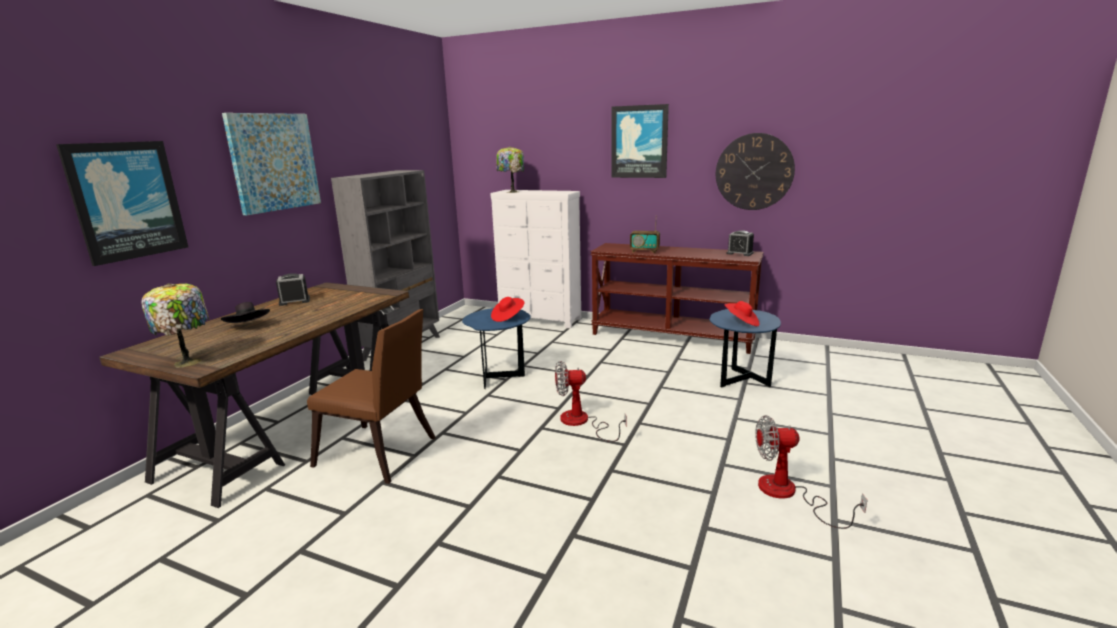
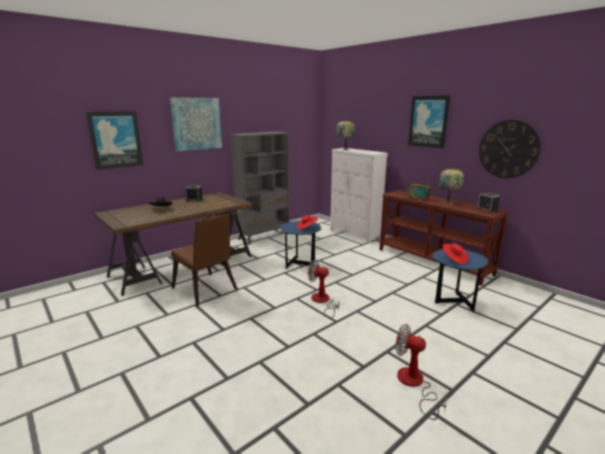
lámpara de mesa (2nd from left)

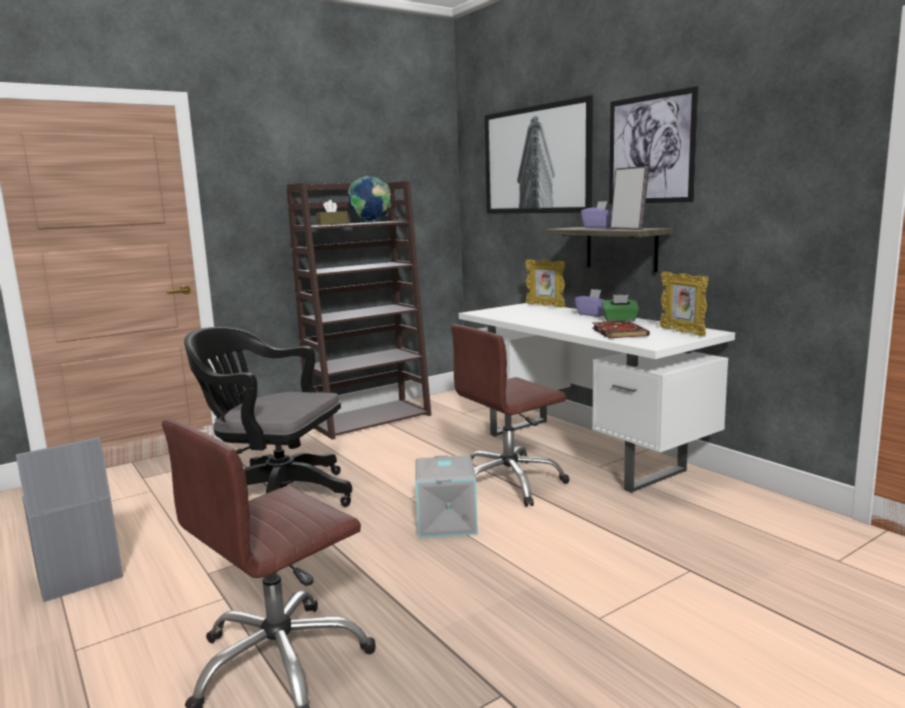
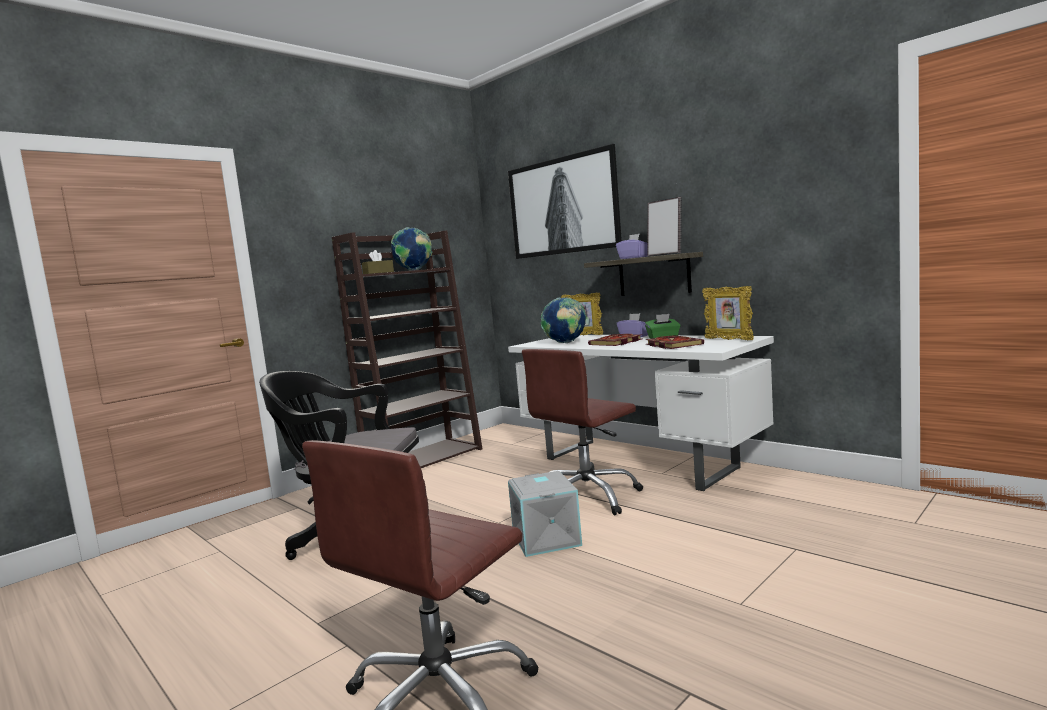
cuadro (2nd from left in the first image)
caja de almacenaje/gris (1st from left in the first image)
globo terráqueo (2nd from left)
libro (1st from left)

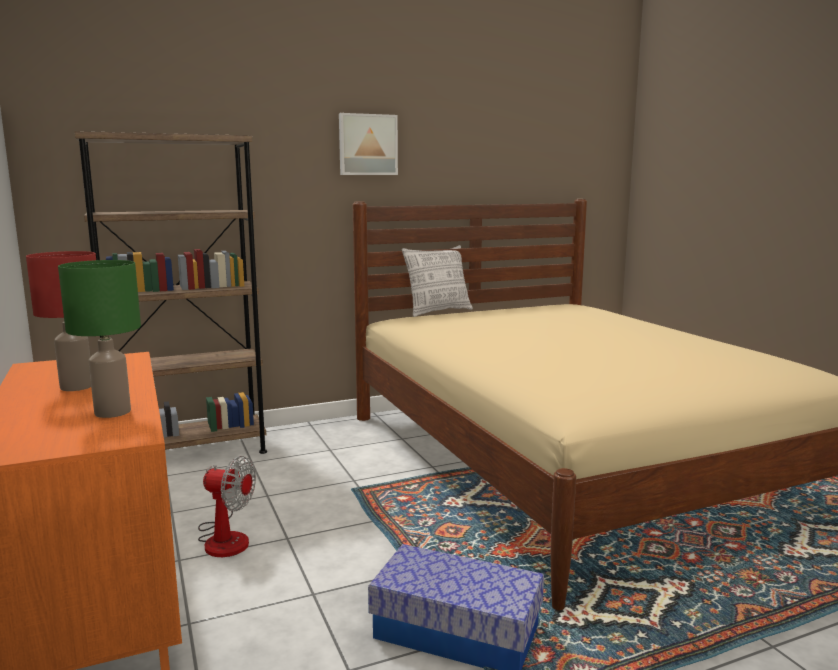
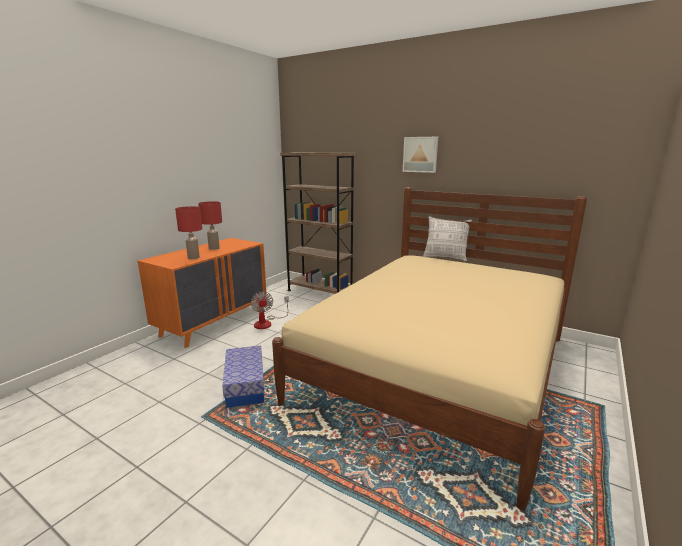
lámpara de mesa/rojo (1st from left)

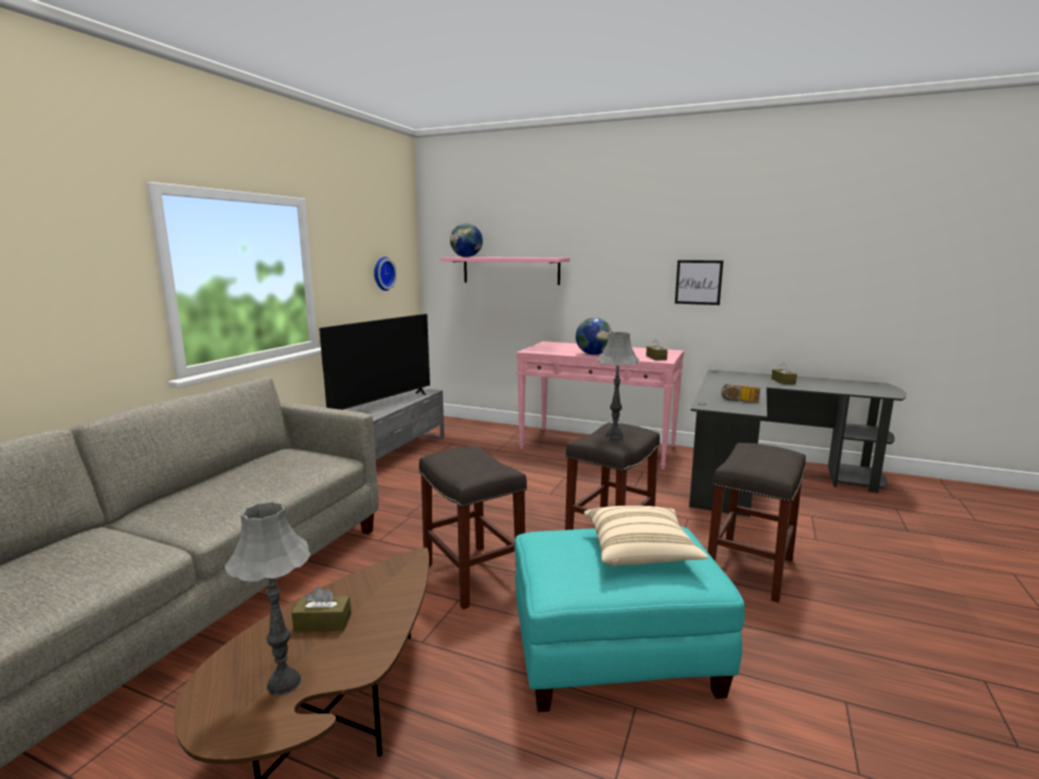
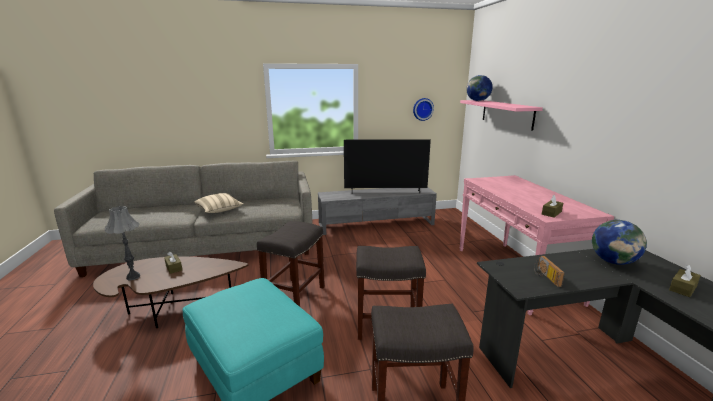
cuadro
globo terráqueo (2nd from left)
lámpara de mesa/gris (2nd from left in the first image)
cojín/beis

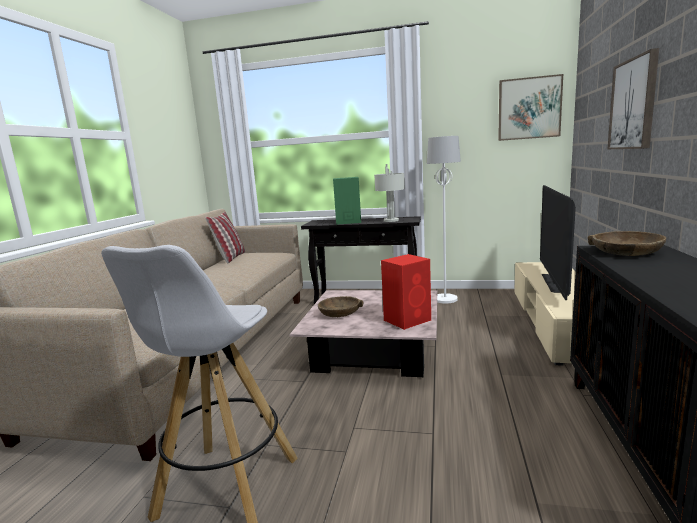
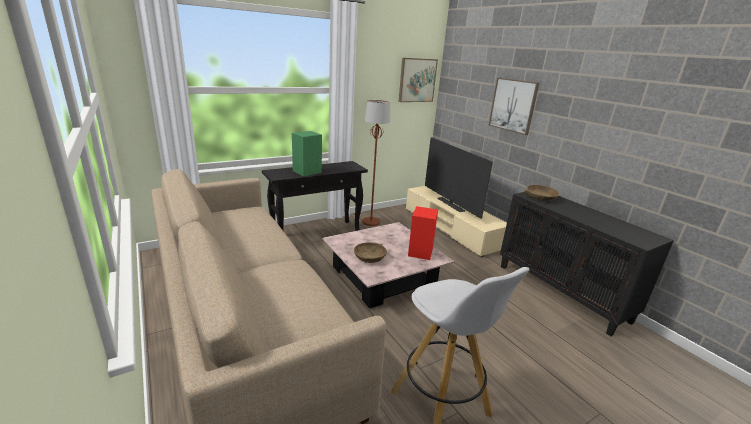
lámpara de pie/marrón
lámpara de mesa/gris
cojín

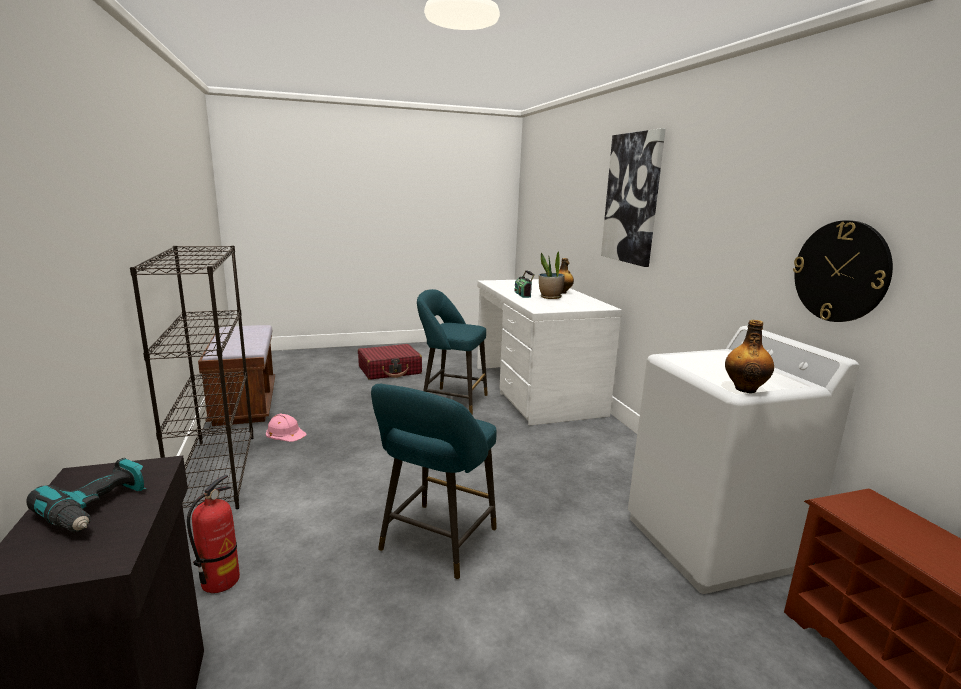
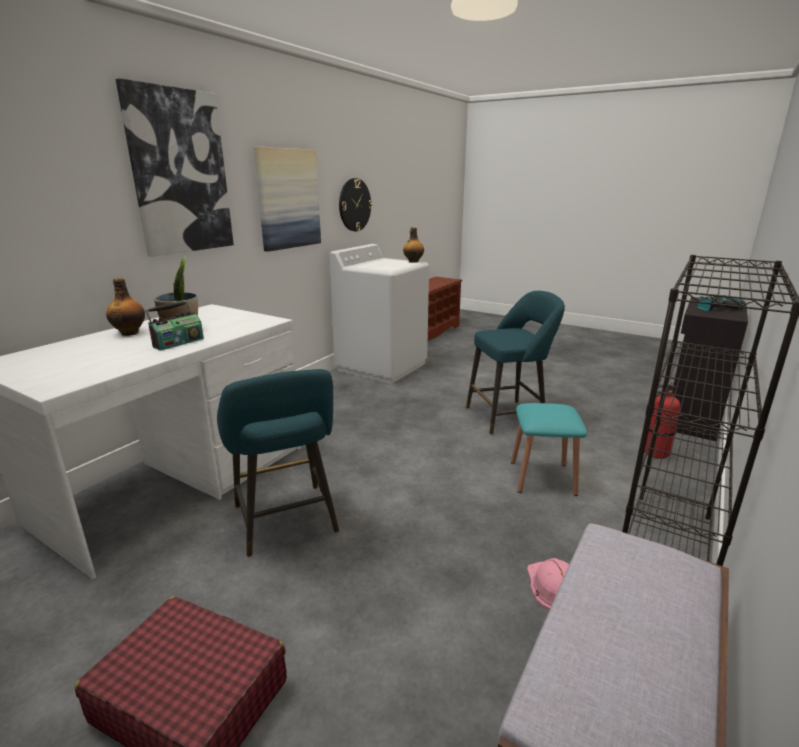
cuadro (2nd from left)
taburete/turquesa (3rd from left)

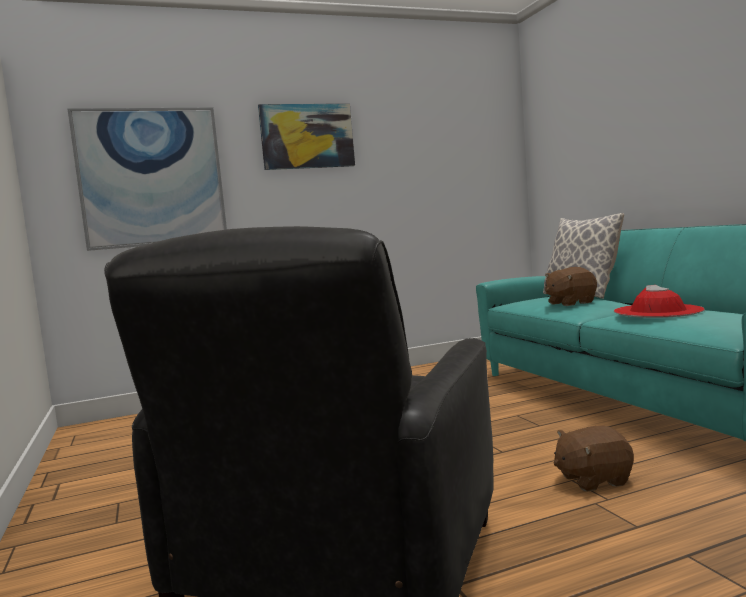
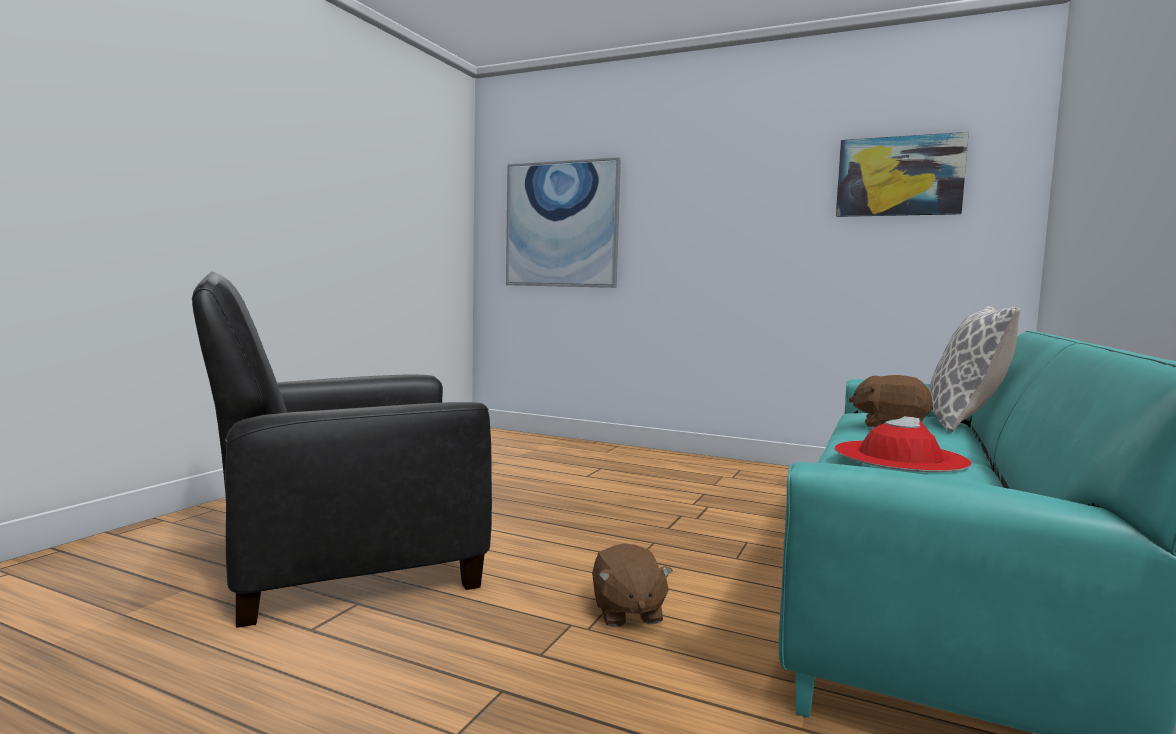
cuadro (2nd from left)
peluche/marrón (1st from left)

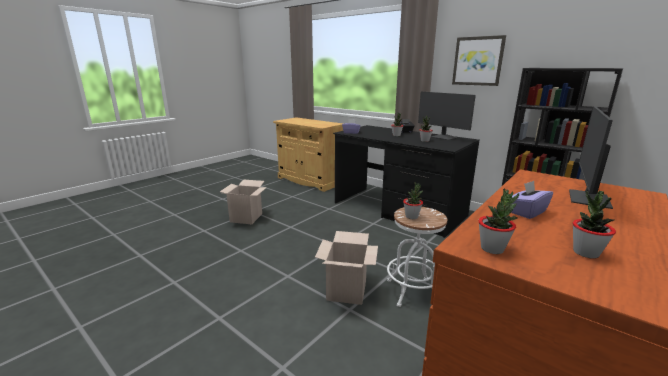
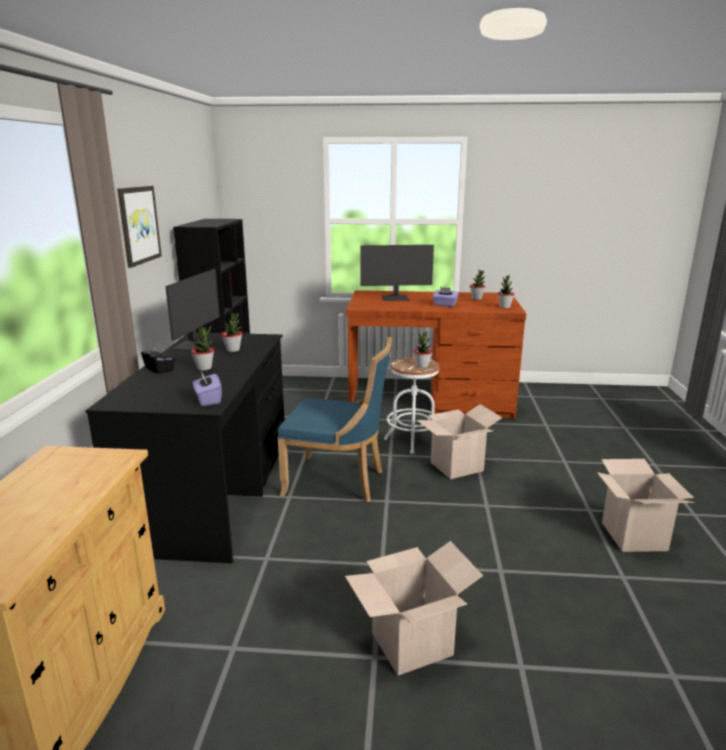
silla/azul
caja de cartón (3rd from left)

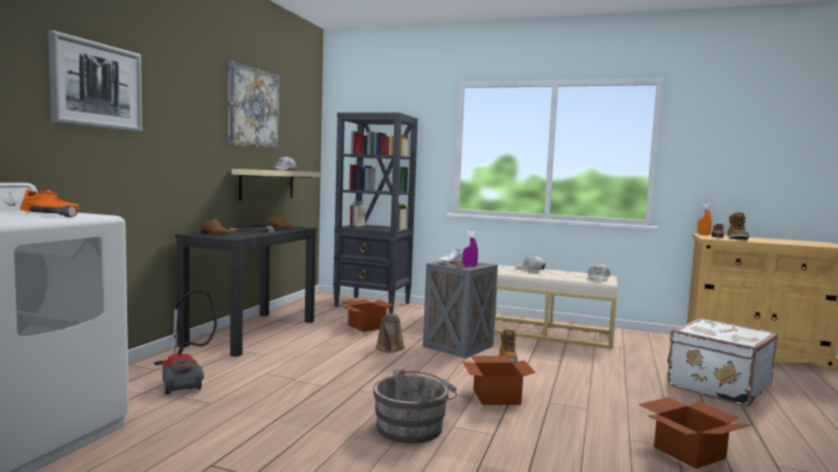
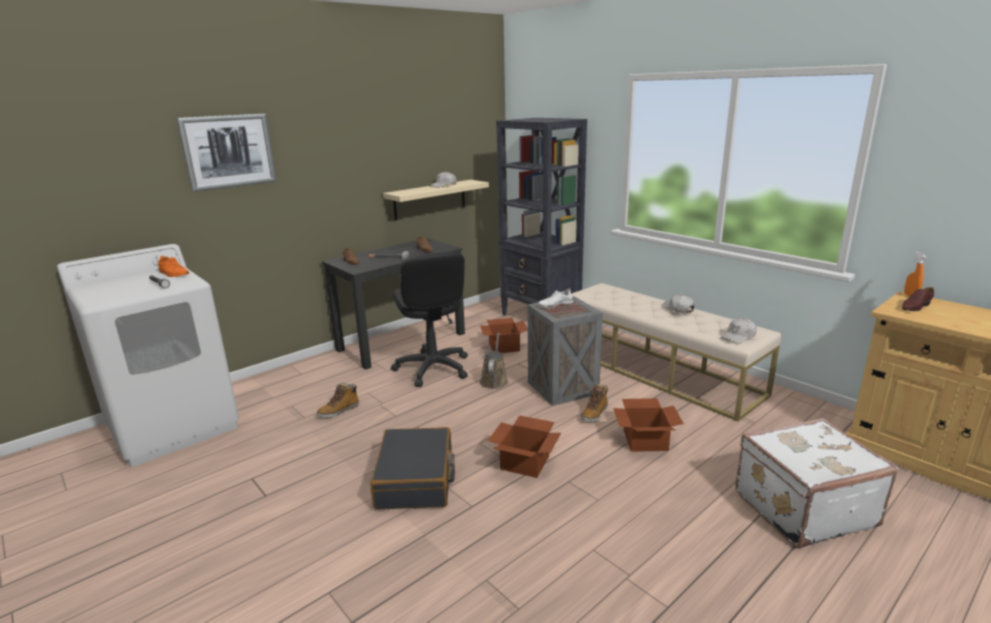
cuadro (2nd from left in the first image)
bota (1st from left)
pulverizador/morado
aspiradora
regadera/marrón
maleta/negro
caja de cartón (3rd from left)
silla de oficina/negro

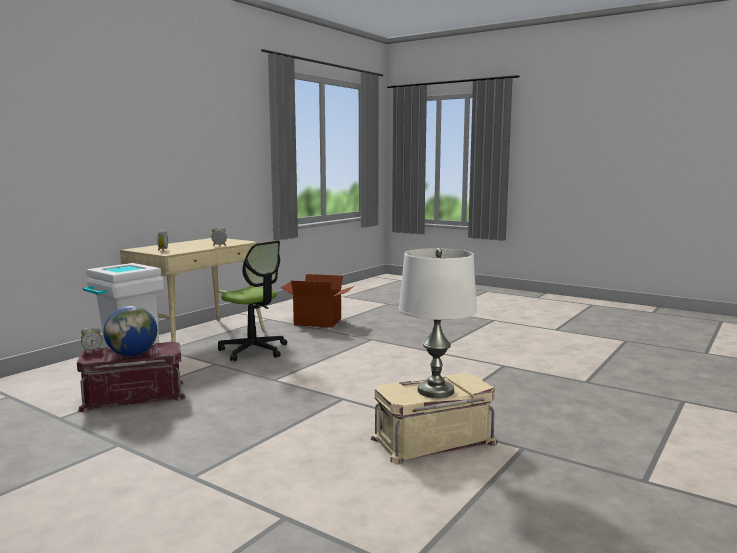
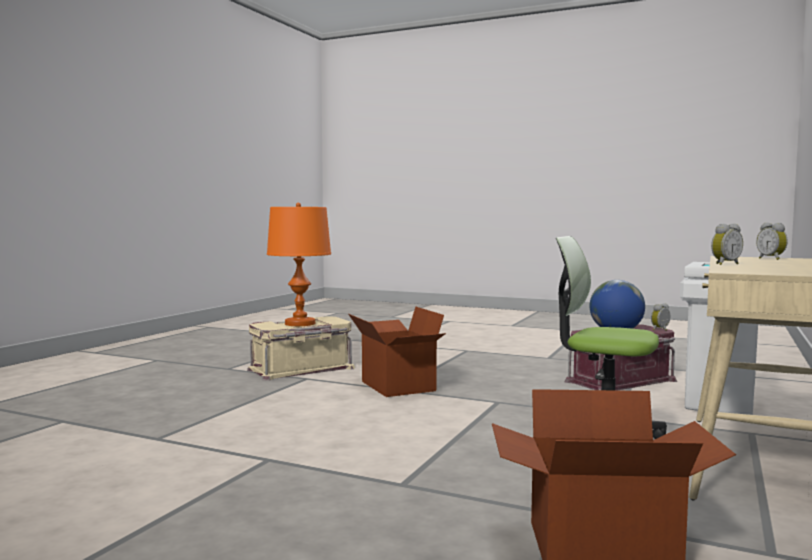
lámpara de mesa/naranja
caja de cartón (1st from left)

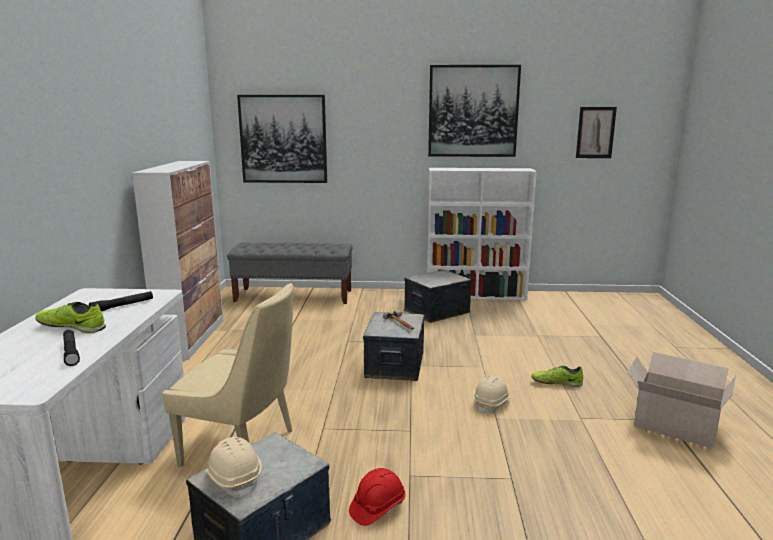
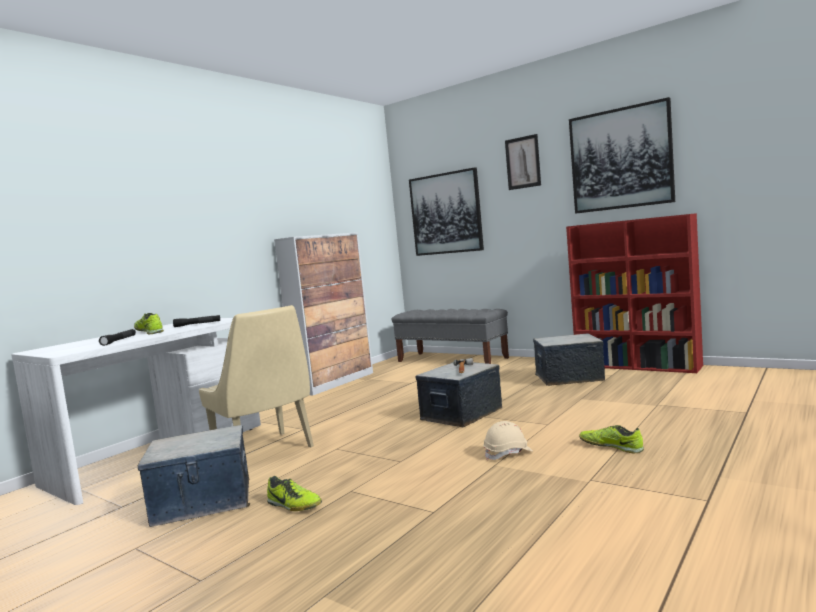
cuadro (2nd from left)
estantería/rojo
caja de cartón
casco/beis (1st from left in the first image)
zapato (2nd from left)

